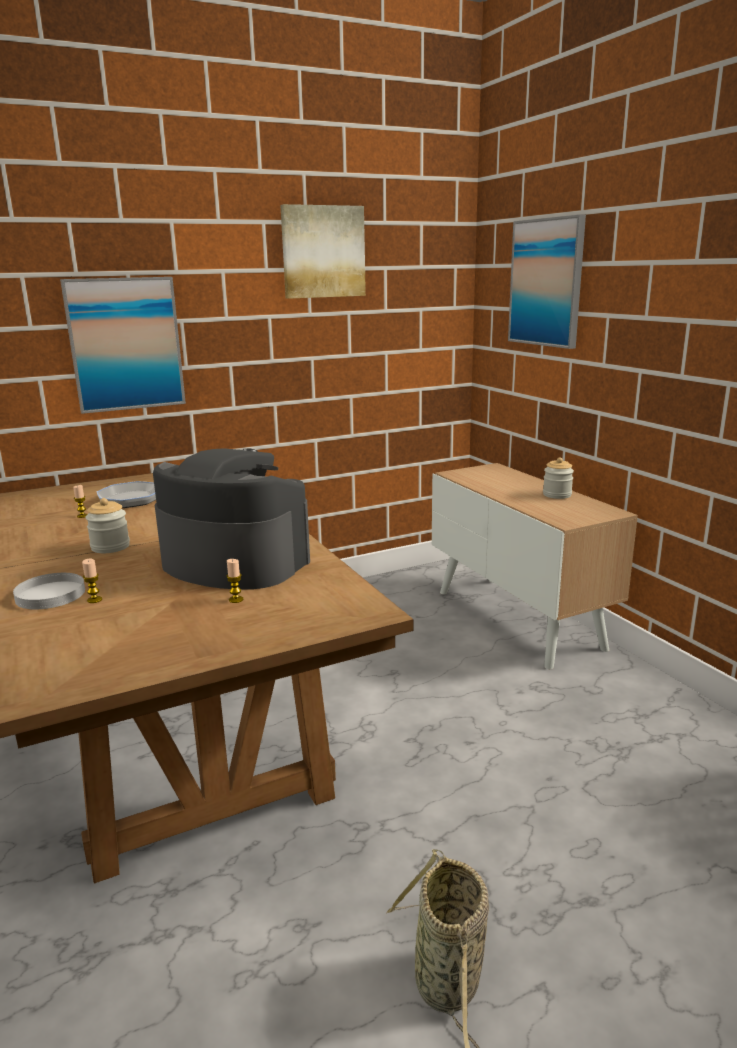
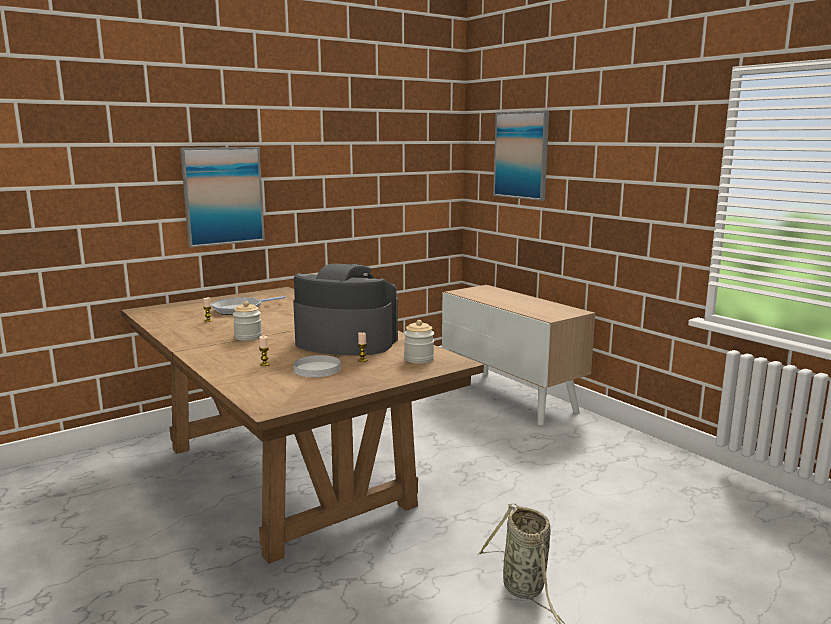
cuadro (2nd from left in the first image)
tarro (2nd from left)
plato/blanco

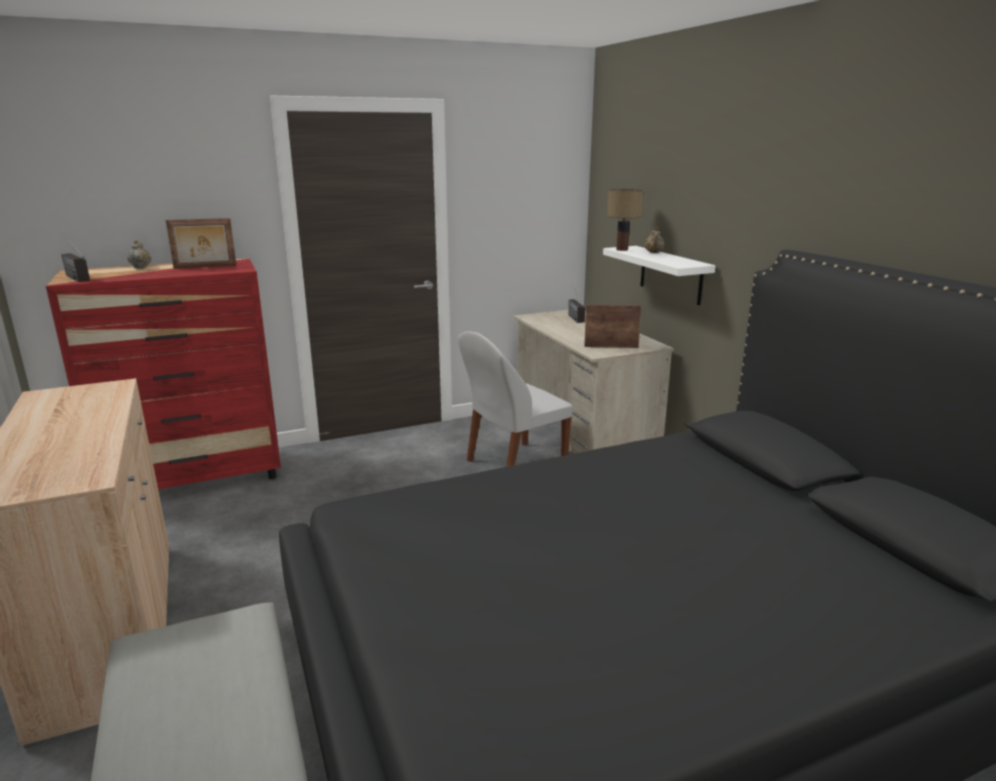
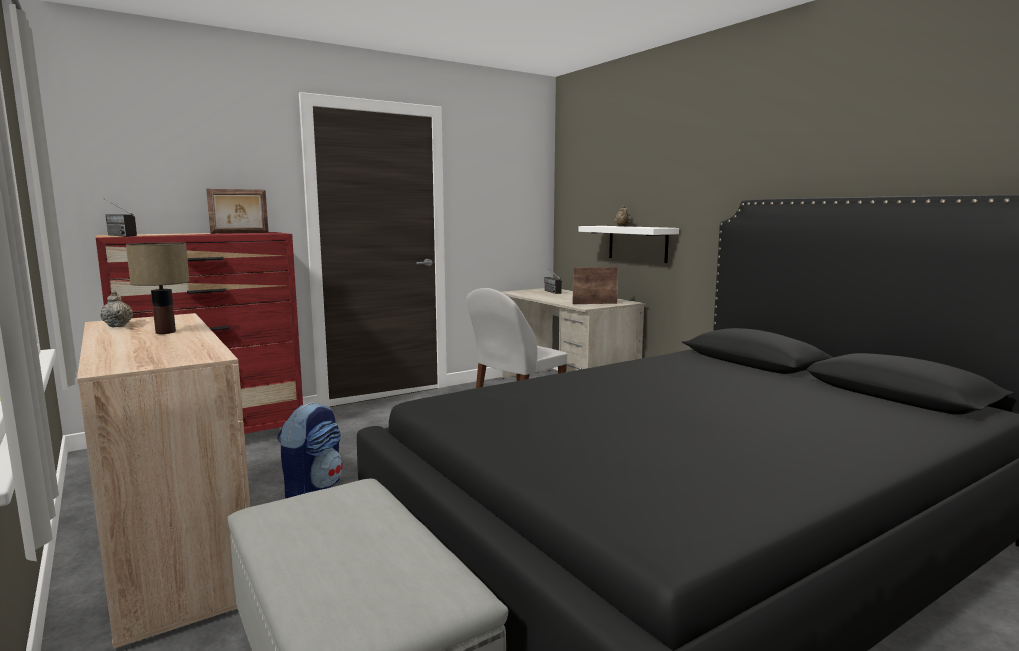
lámpara de mesa
tetera/beis (1st from left)
mochila

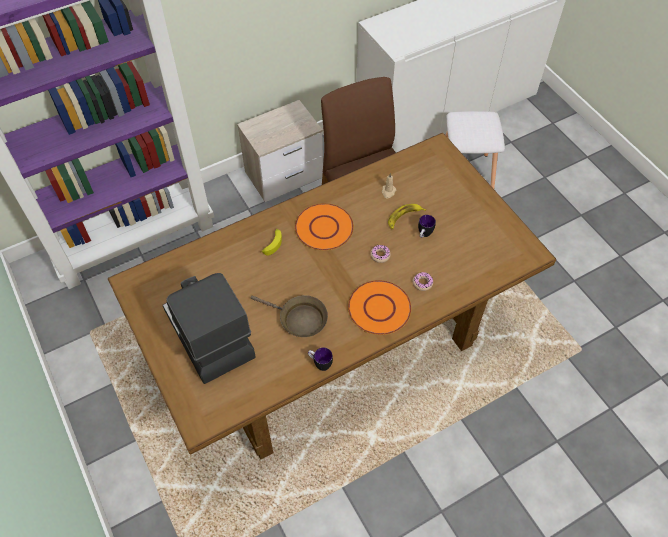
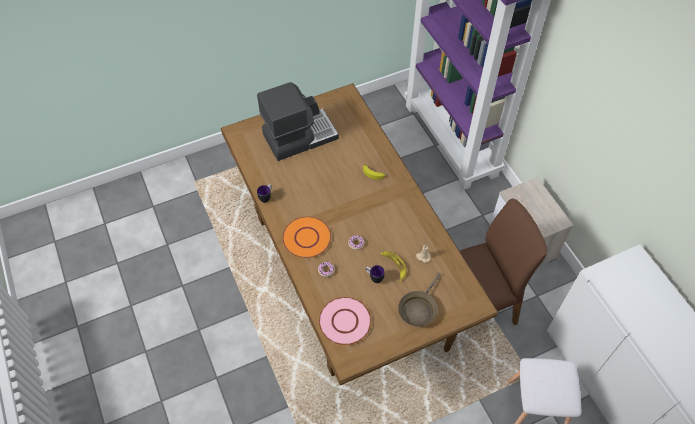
plato/naranja (1st from left in the first image)
sartén/marrón
plato/rosa

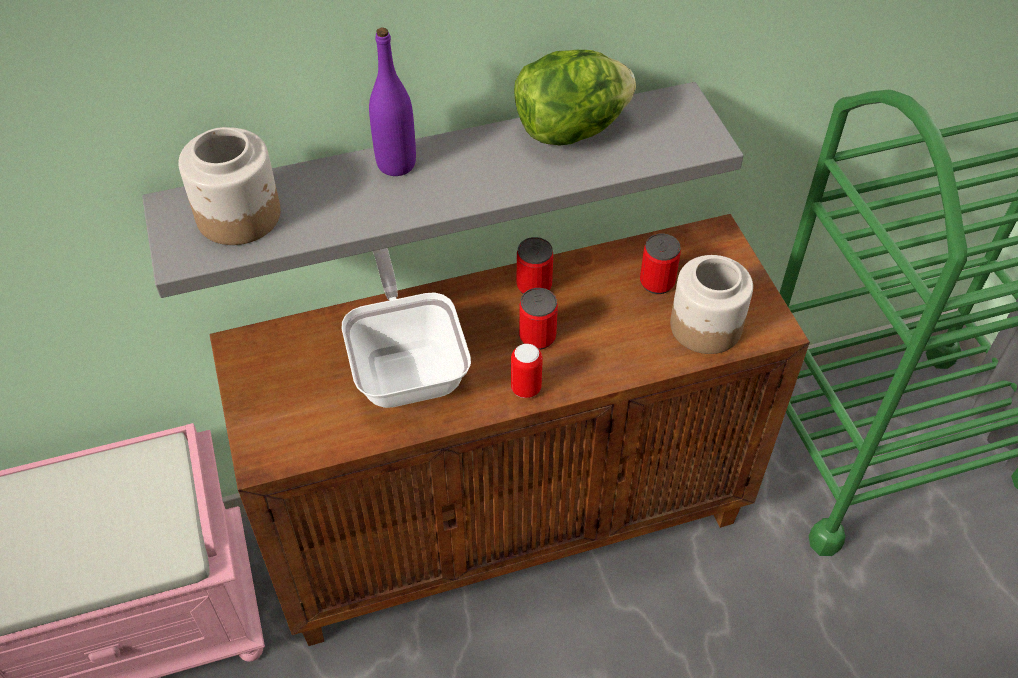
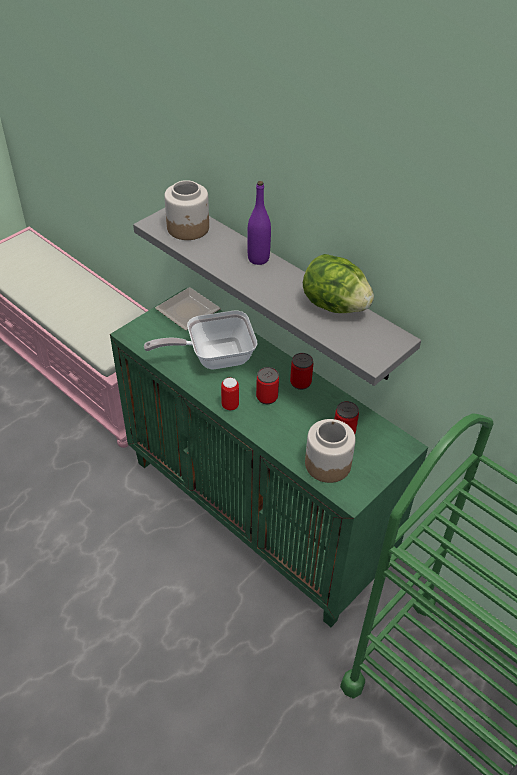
armario/verde
sartén
plato

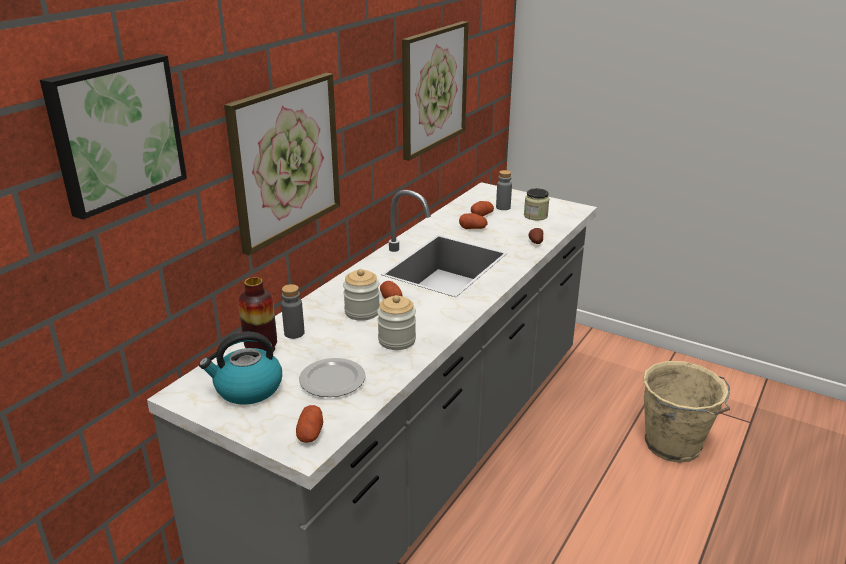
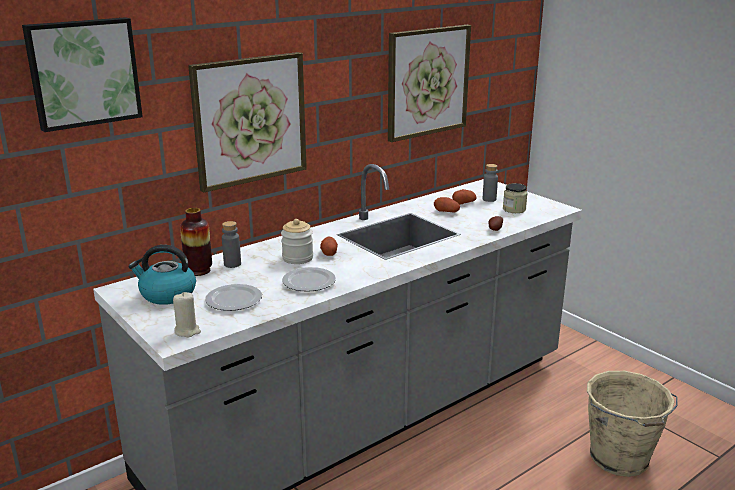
plato (2nd from left)
vela/beis

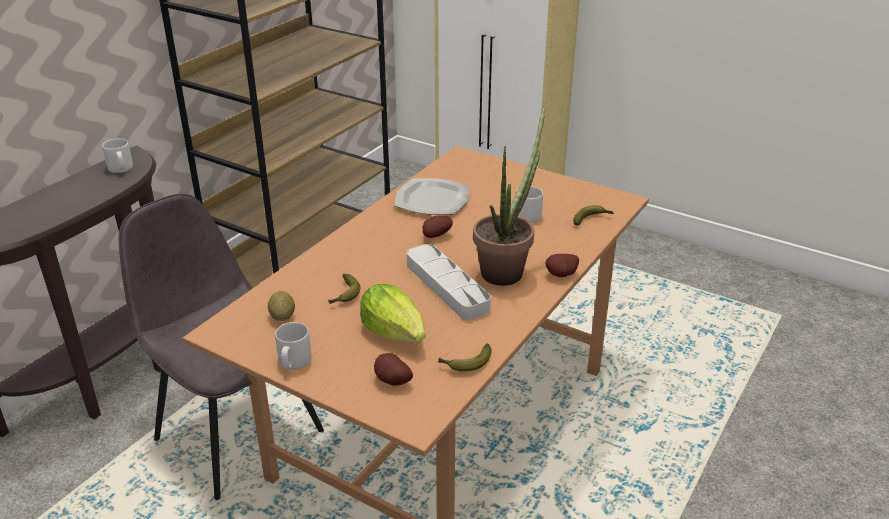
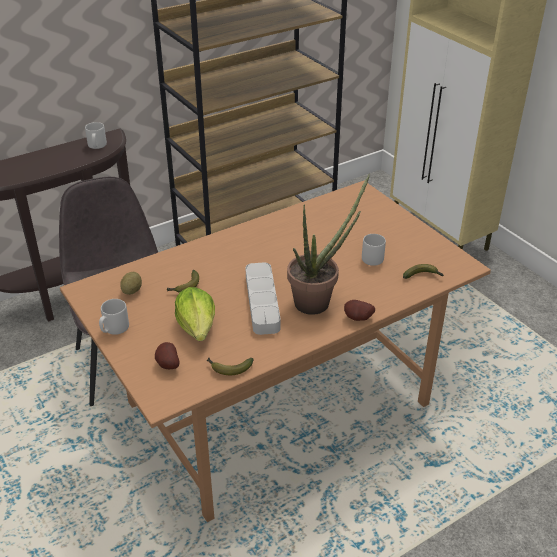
plato
patata (3rd from left in the first image)

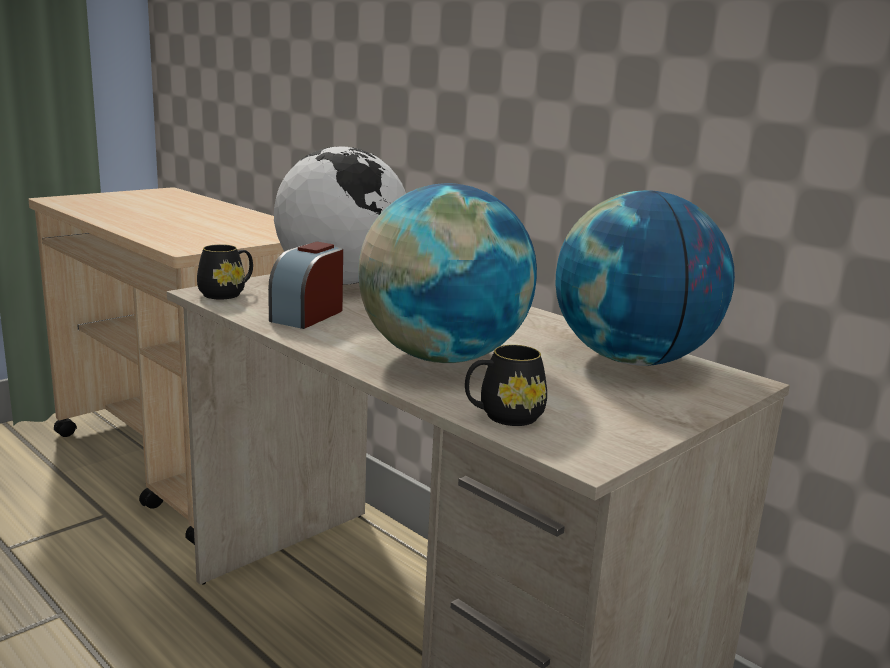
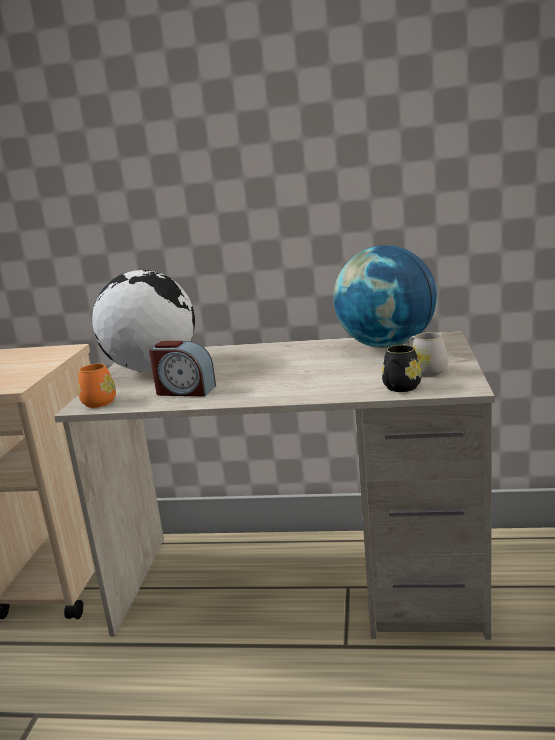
globo terráqueo (2nd from left in the first image)
despertador
taza grande/naranja
taza grande/blanco

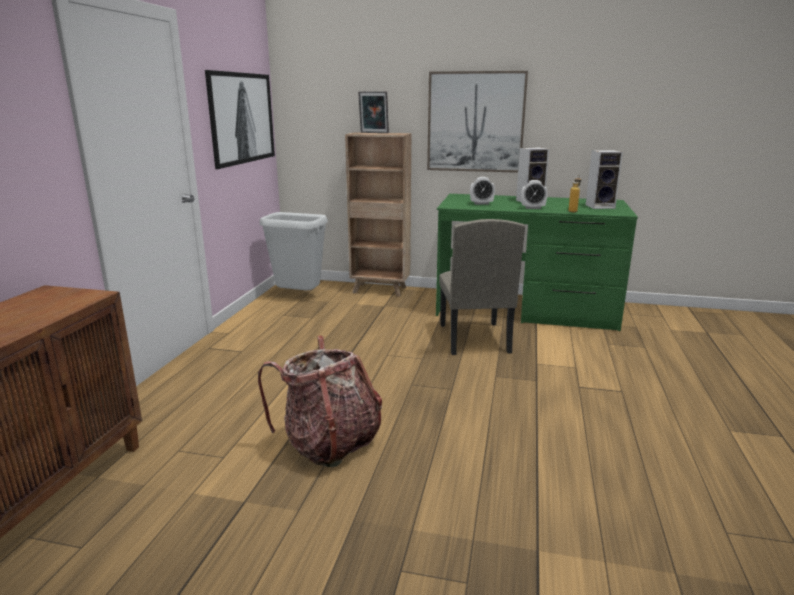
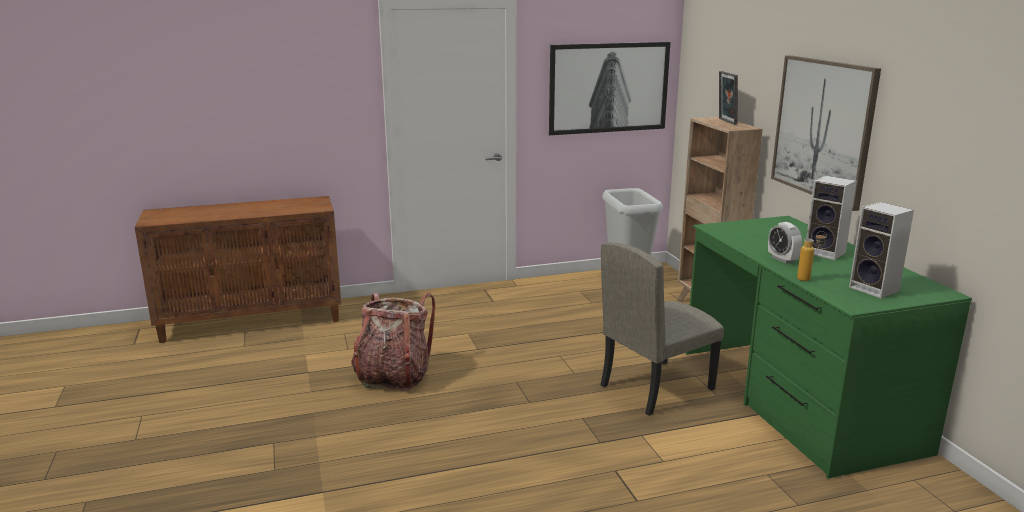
despertador (1st from left in the first image)

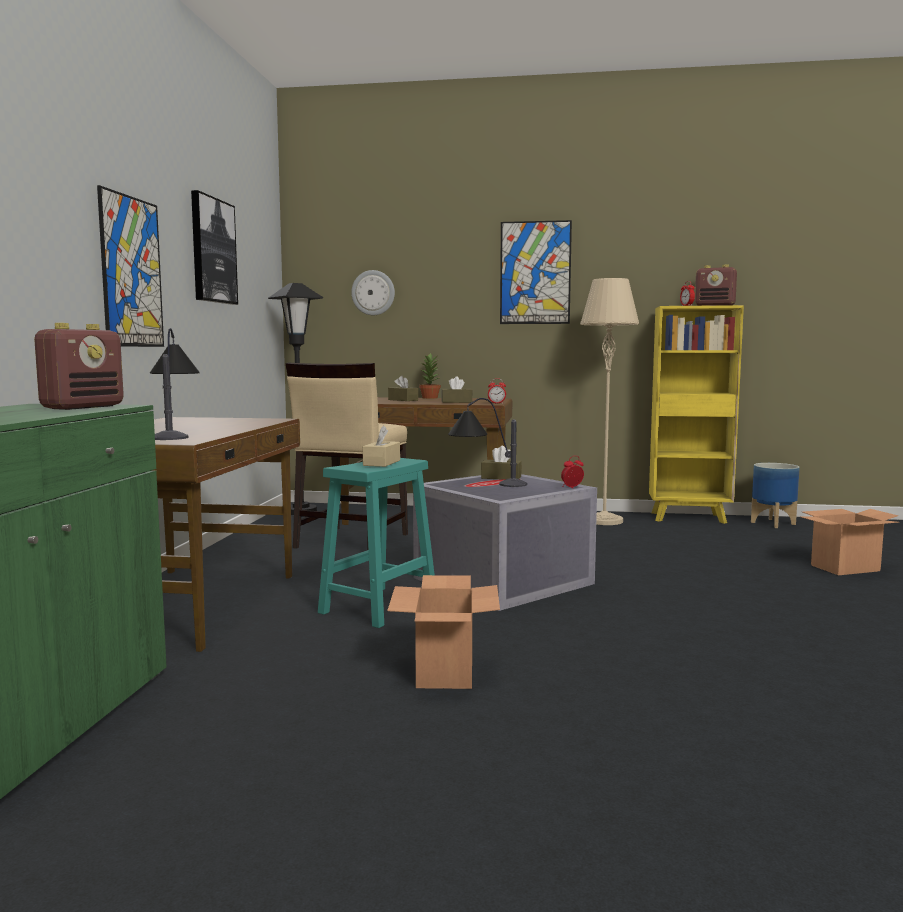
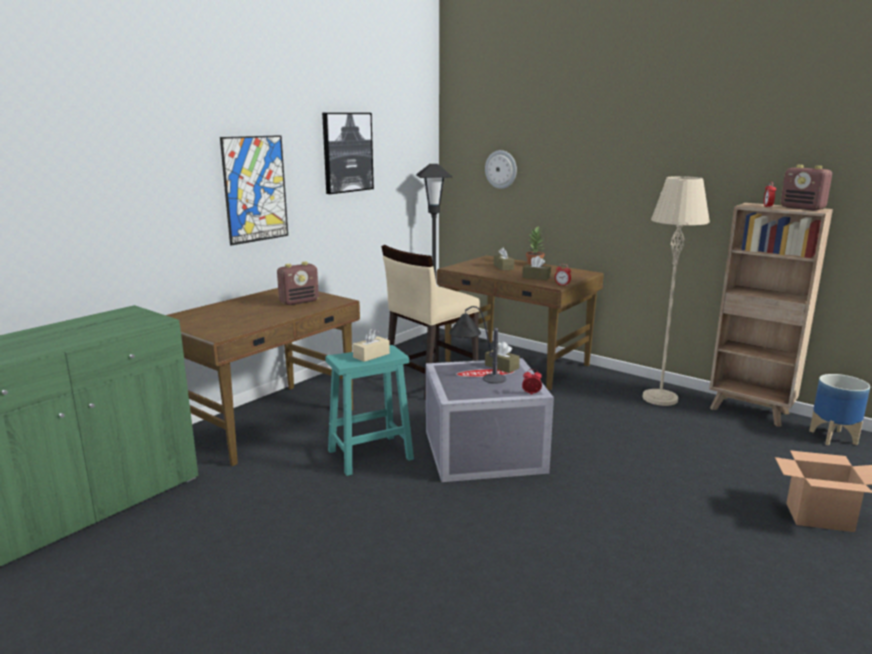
cuadro (3rd from left in the first image)
estantería/marrón
radio (1st from left)
lámpara de mesa (1st from left in the first image)
caja de cartón (1st from left in the first image)

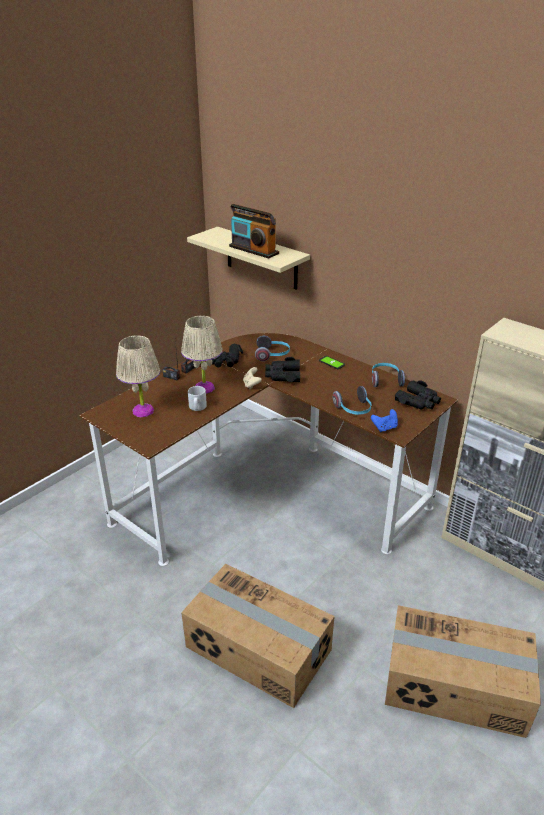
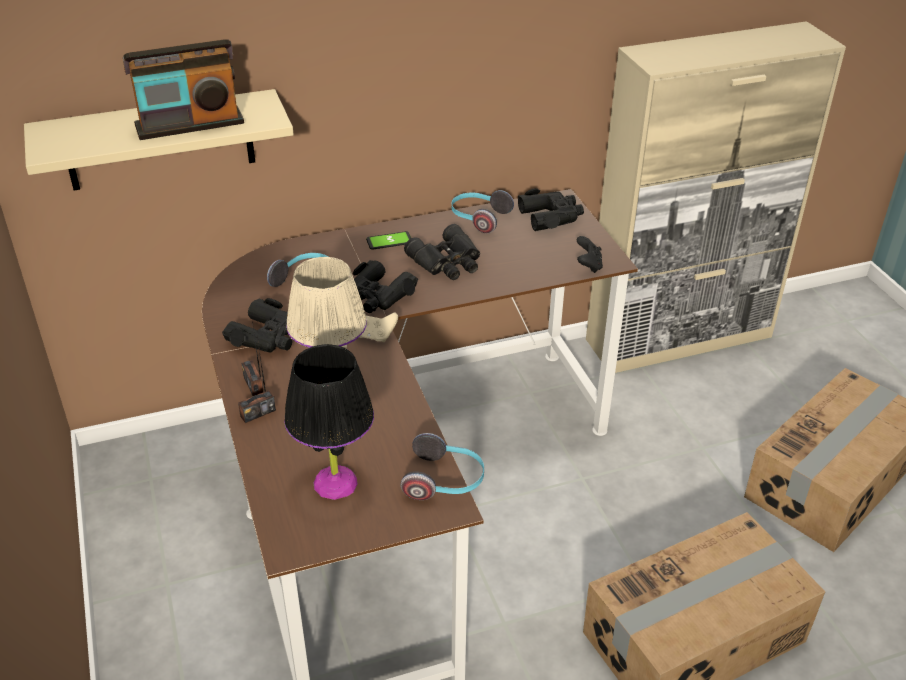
lámpara de mesa/negro
taza grande/gris
auriculares (2nd from left)
mando de consola/negro
prismáticos/negro (3rd from left)

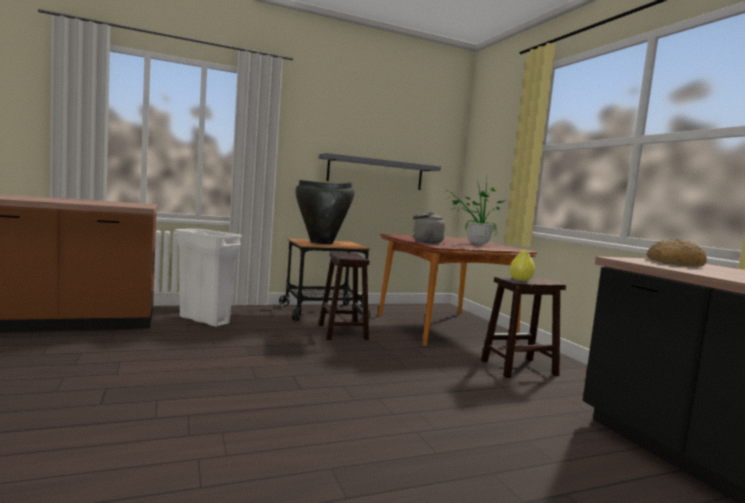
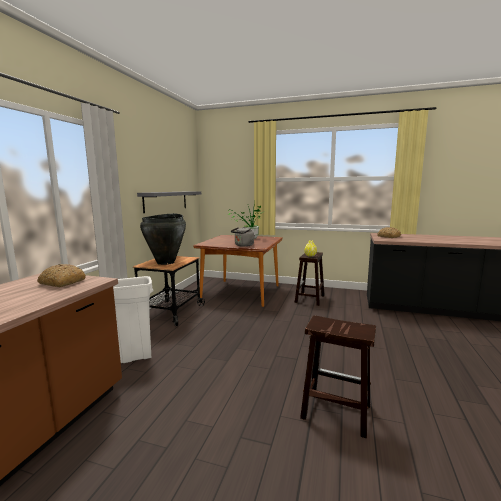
taburete/marrón (2nd from left)
pan (1st from left)

